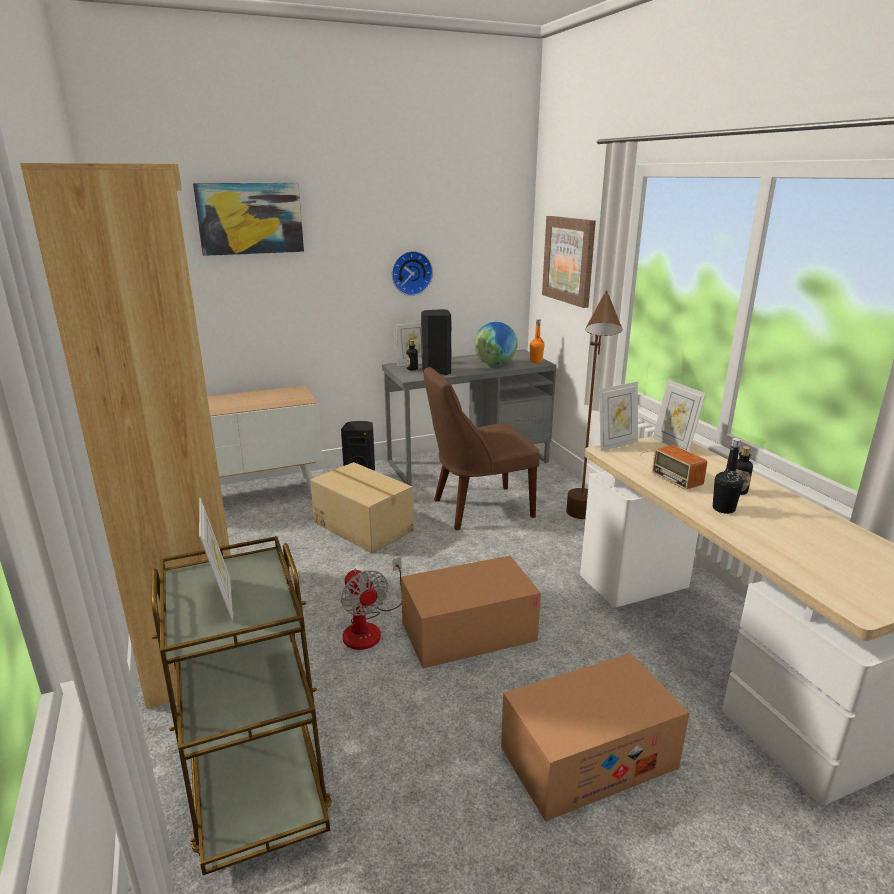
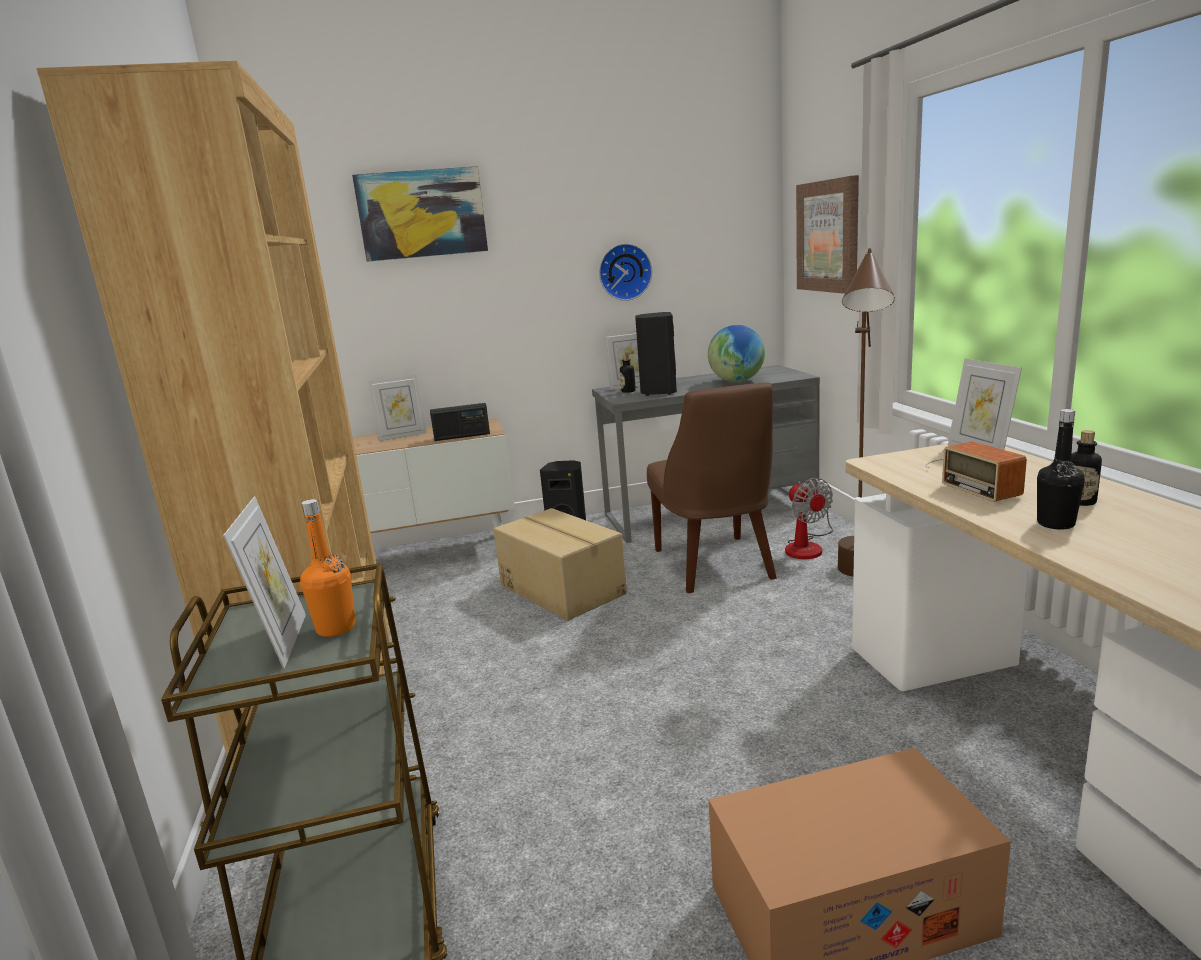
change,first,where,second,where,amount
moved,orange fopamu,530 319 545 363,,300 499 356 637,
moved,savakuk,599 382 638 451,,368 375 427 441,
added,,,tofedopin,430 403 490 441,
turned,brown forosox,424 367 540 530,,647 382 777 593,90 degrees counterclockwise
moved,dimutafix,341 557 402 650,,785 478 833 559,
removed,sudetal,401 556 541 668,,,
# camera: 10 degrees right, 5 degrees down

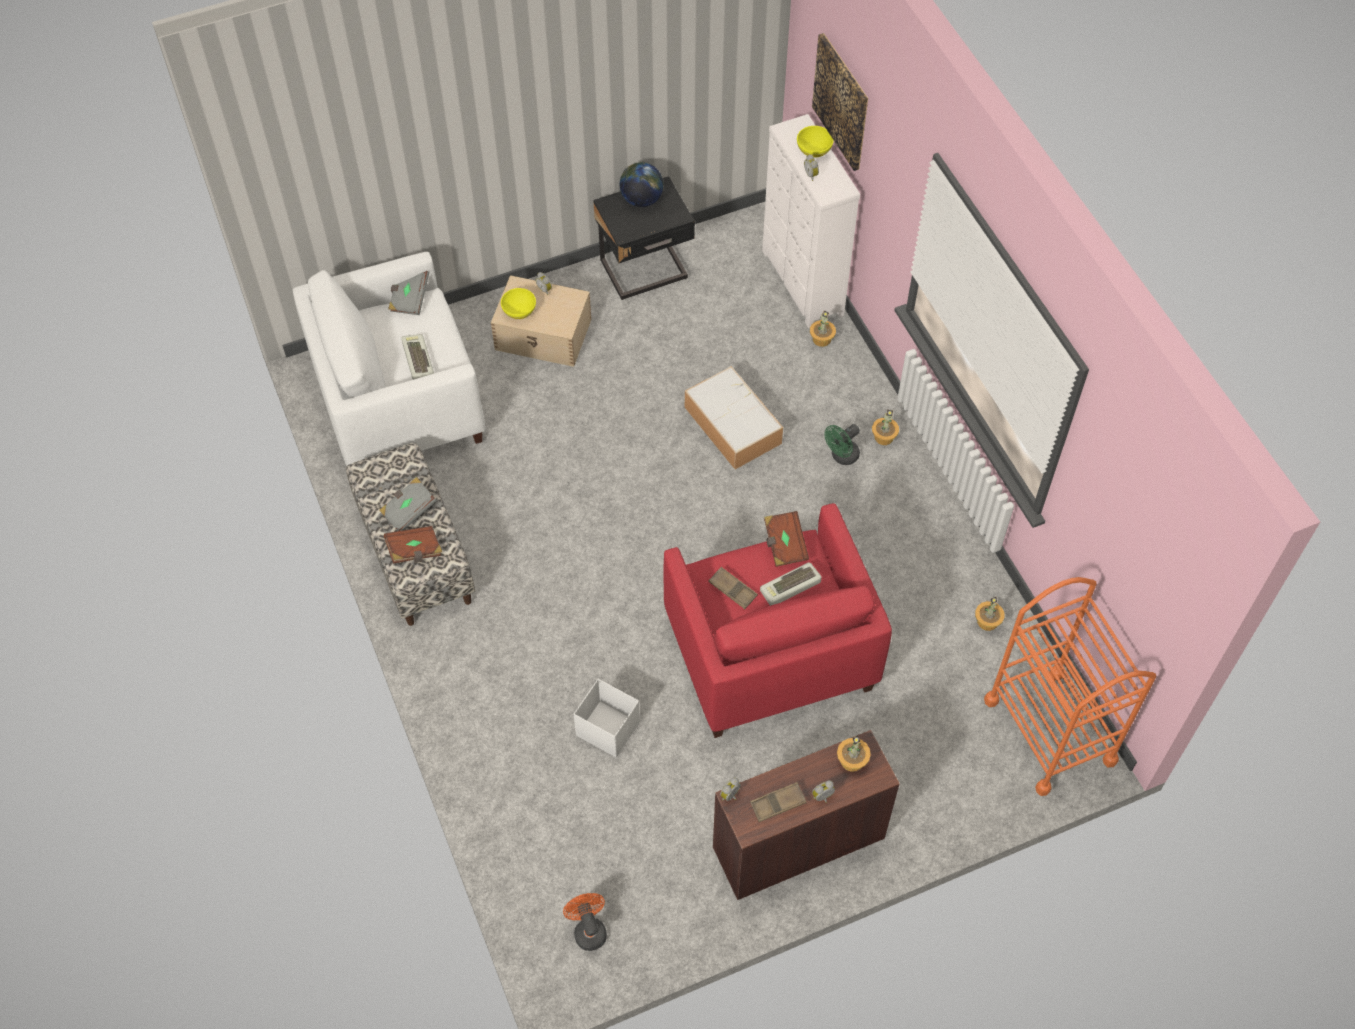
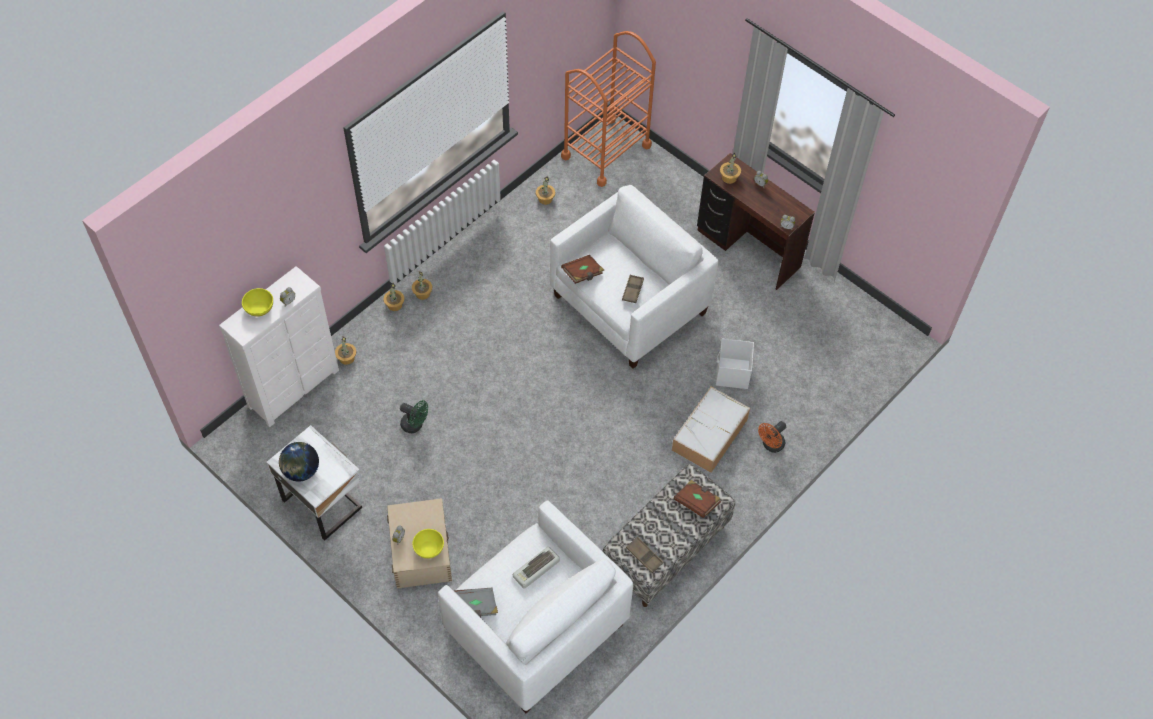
change,first,where,second,where,amount
recoloured,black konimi,593 176 695 300,white konimi,267 425 362 541,
added,,,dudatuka,384 283 404 311,
moved,green dimutafix,824 424 860 465,,400 400 428 433,
recoloured,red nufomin,664 503 892 738,white nufomin,550 185 718 369,
moved,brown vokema,750 782 807 822,,626 537 664 573,
moved,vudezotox,685 366 783 469,,672 387 750 473,
moved,orange dimutafix,563 893 607 951,,758 421 786 453,
removed,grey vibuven,379 477 437 531,,,
removed,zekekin,760 563 822 606,,,
removed,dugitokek,812 33 868 171,,,
# camera: 115 degrees left, 0 degrees up

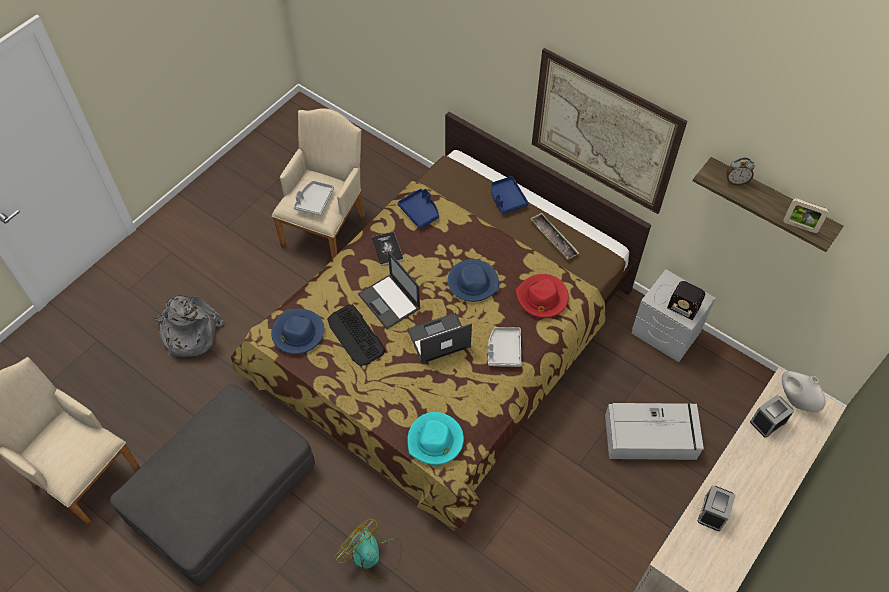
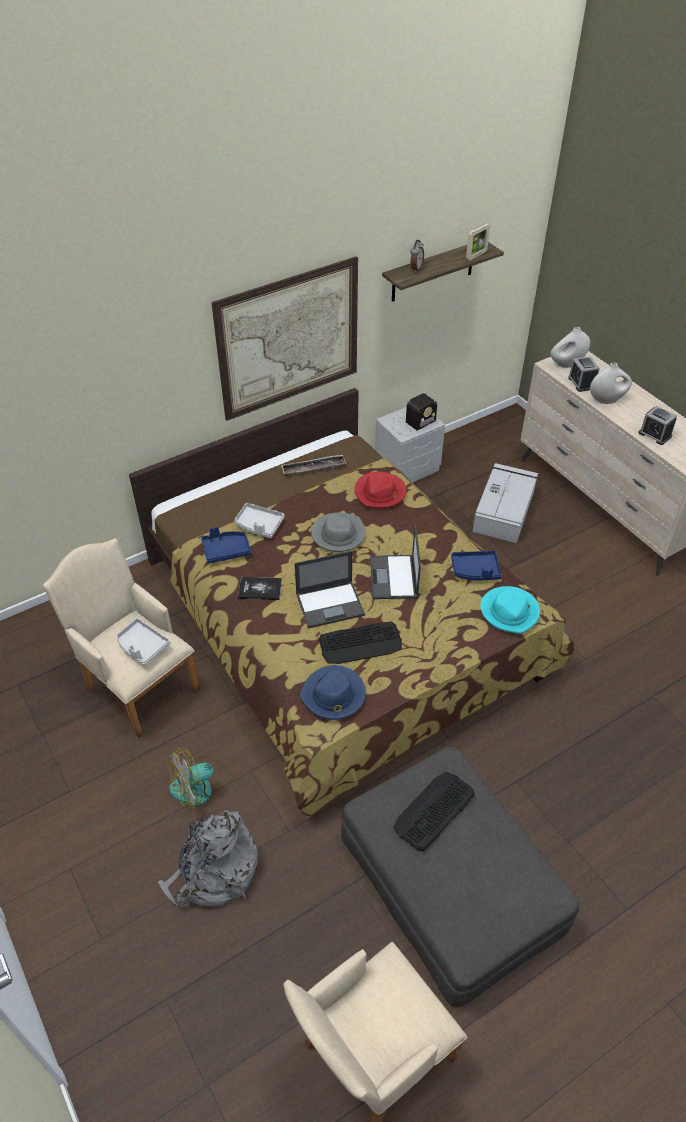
change,first,where,second,where,amount
moved,dimutafix,335 518 402 581,,169 748 232 808,
moved,grey vokema,488 327 521 367,,235 503 285 538,
recoloured,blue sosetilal,448 259 499 302,grey sosetilal,311 512 365 552,
added,,,zekekin,393 772 475 851,
moved,blue vokema,491 176 529 214,,451 550 502 581,
added,,,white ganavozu,590 363 632 404,
# camera: 70 degrees left, 10 degrees down

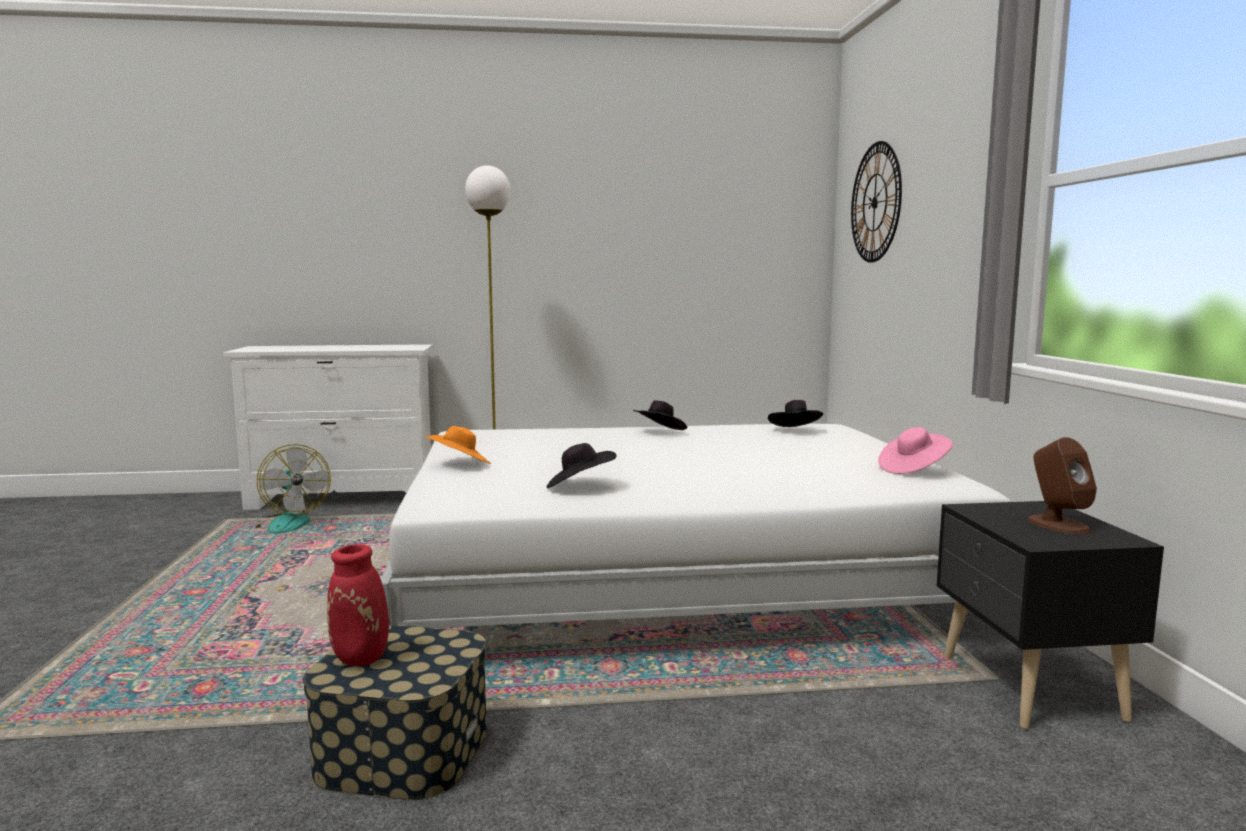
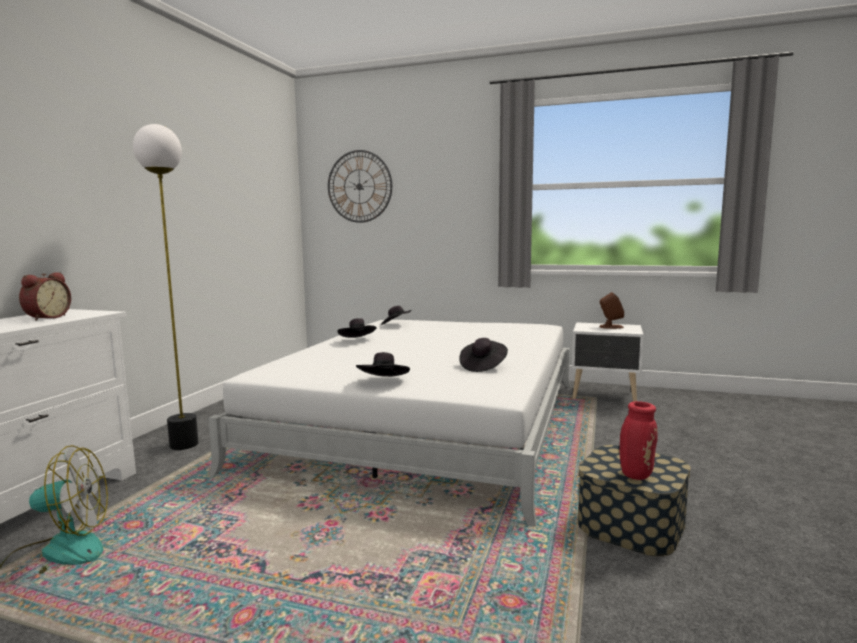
change,first,where,second,where,amount
added,,,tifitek,19 272 71 321,
recoloured,orange sosetilal,425 426 491 464,black sosetilal,356 352 410 377,
recoloured,black konimi,937 501 1164 729,white konimi,572 322 644 402,
removed,pink sosetilal,878 427 953 474,,,
# camera: 65 degrees left, 0 degrees up

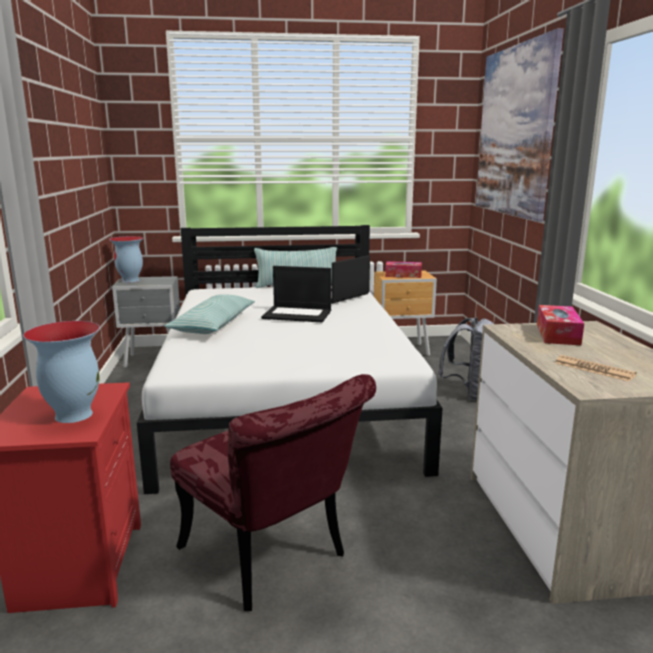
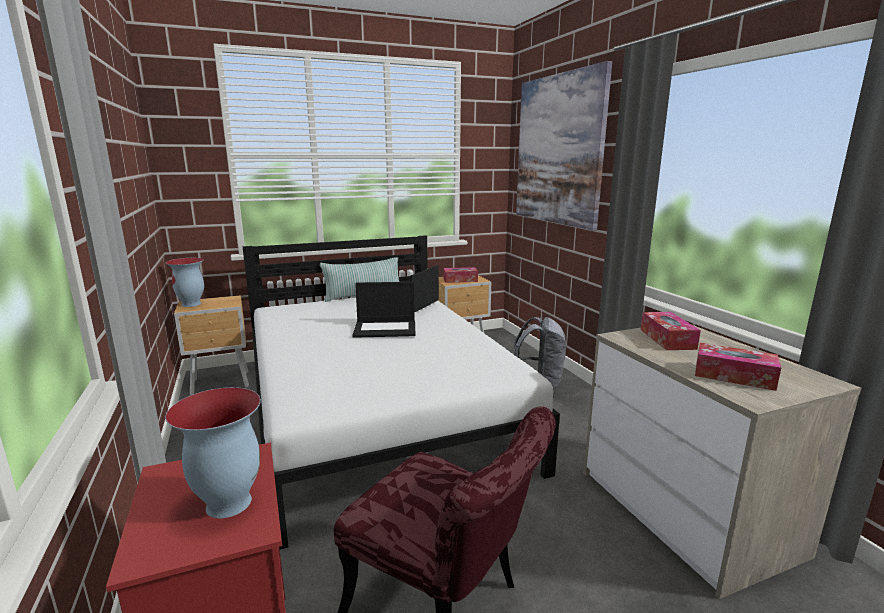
change,first,where,second,where,amount
recoloured,grey konimi,112 276 180 368,brown konimi,174 295 249 395,
replaced,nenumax,555 355 637 382,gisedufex,695 343 781 391,
removed,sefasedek,164 294 255 334,,,
# camera: 15 degrees left, 0 degrees up

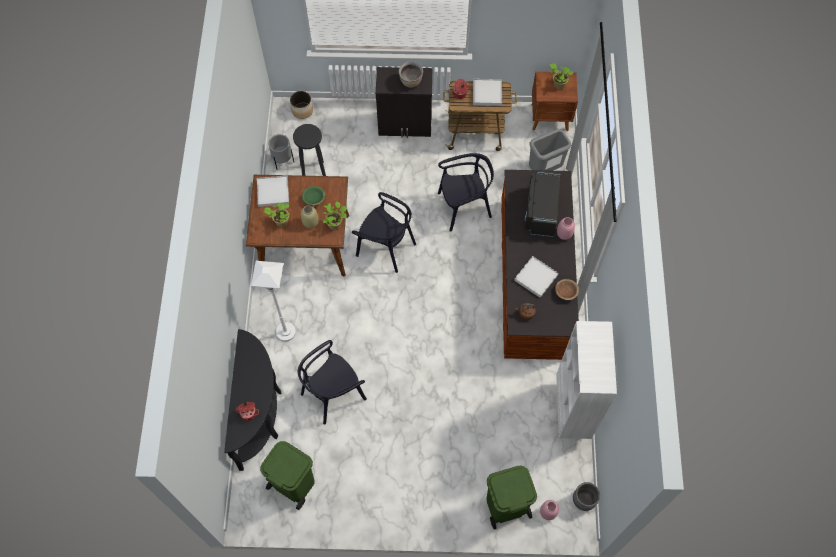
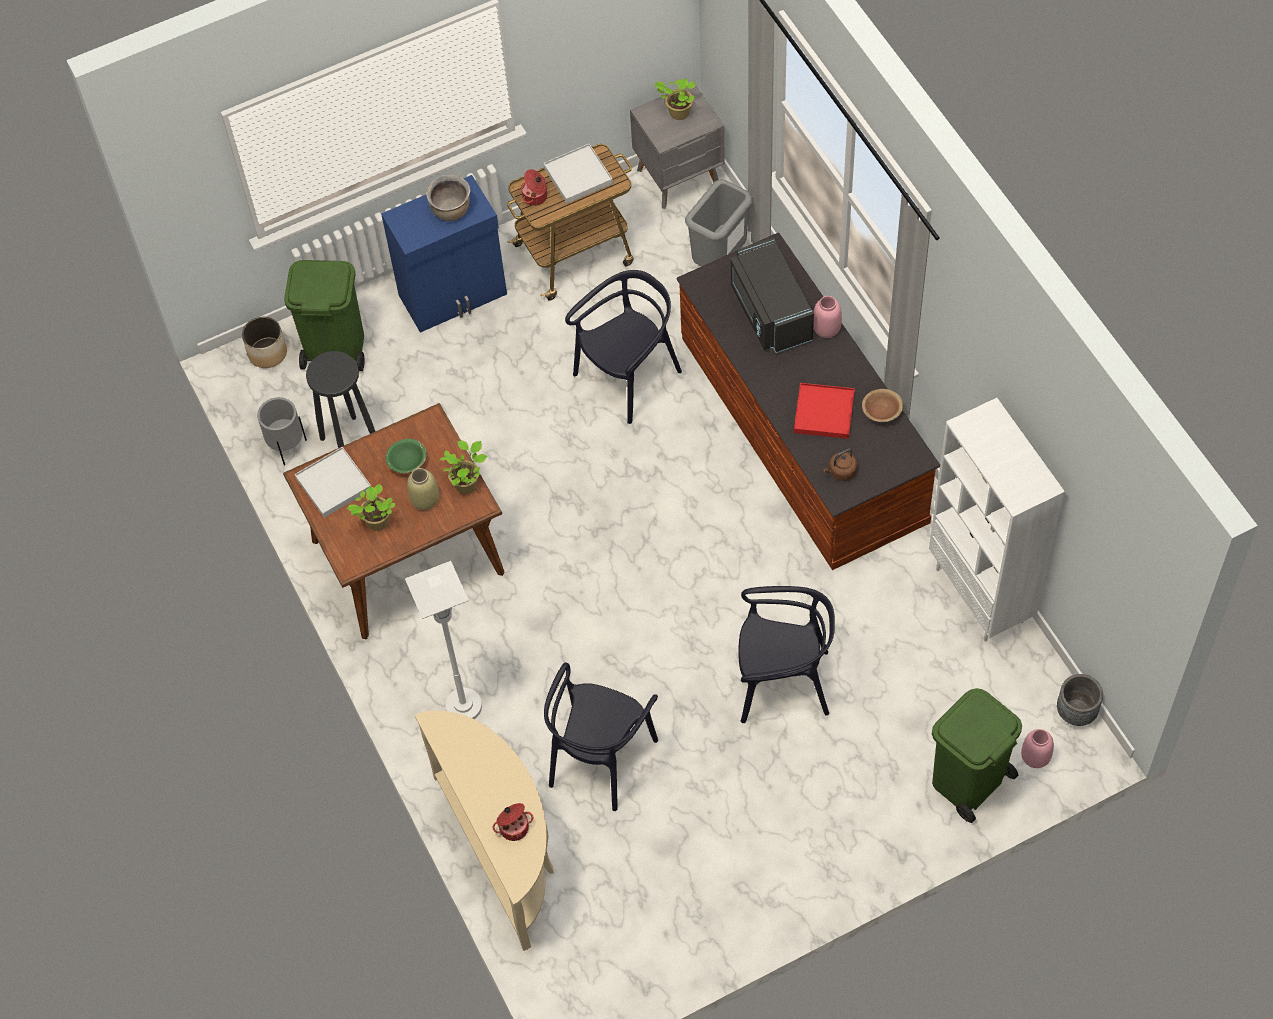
change,first,where,second,where,amount
moved,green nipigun,260 441 315 510,,284 260 364 371,
recoloured,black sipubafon,376 67 432 138,blue sipubafon,381 175 507 333,
recoloured,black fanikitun,224 329 282 471,beige fanikitun,415 711 554 951,
recoloured,brown konimi,532 72 578 131,grey konimi,630 85 725 209,
moved,black forosox,352 192 416 273,,738 586 835 723,
recoloured,white vokema,514 256 559 298,red vokema,794 383 855 439,
# camera: 25 degrees left, 5 degrees down

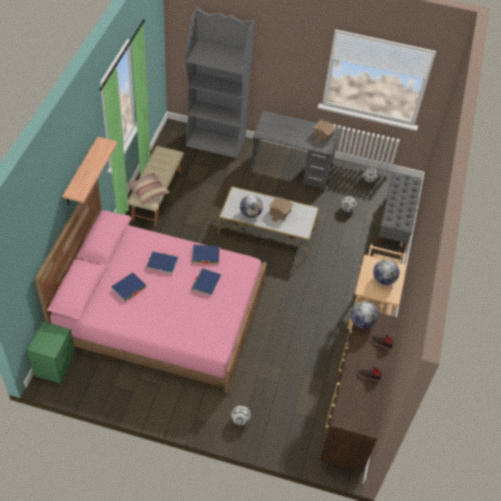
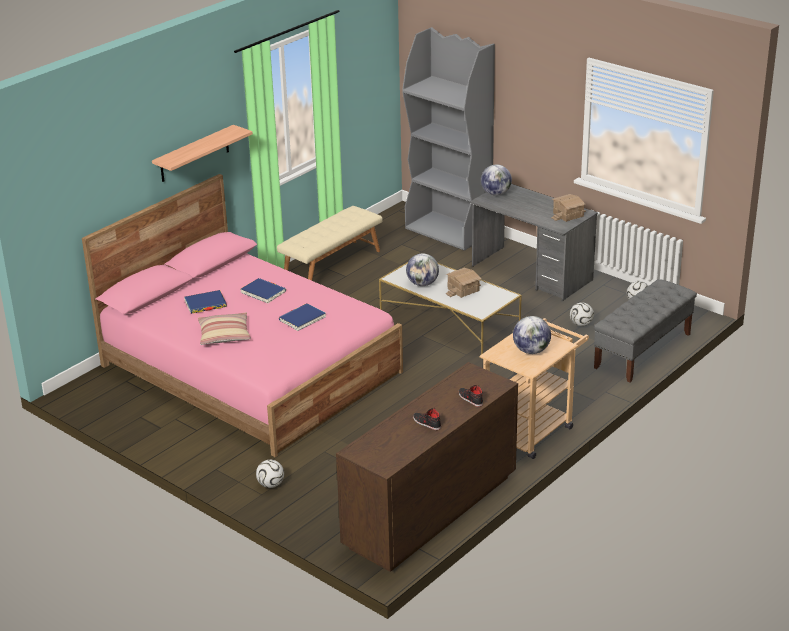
change,first,where,second,where,amount
moved,sefasedek,127 172 170 205,,198 313 251 345,
moved,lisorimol,350 301 378 329,,481 164 512 196,
removed,green konimi,27 321 75 384,,,
removed,blue vibuven,192 245 220 264,,,
# camera: 30 degrees right, 20 degrees down

